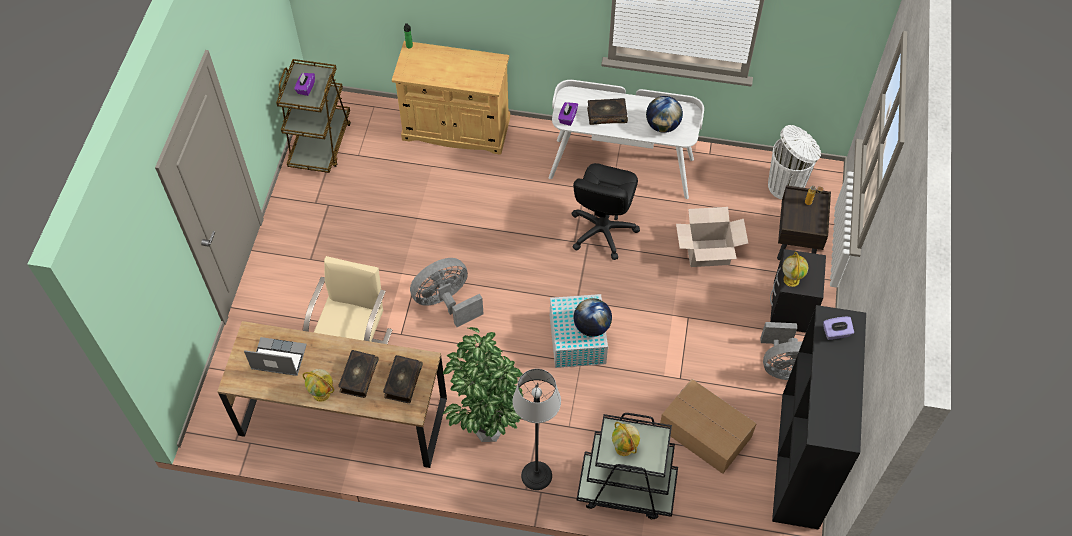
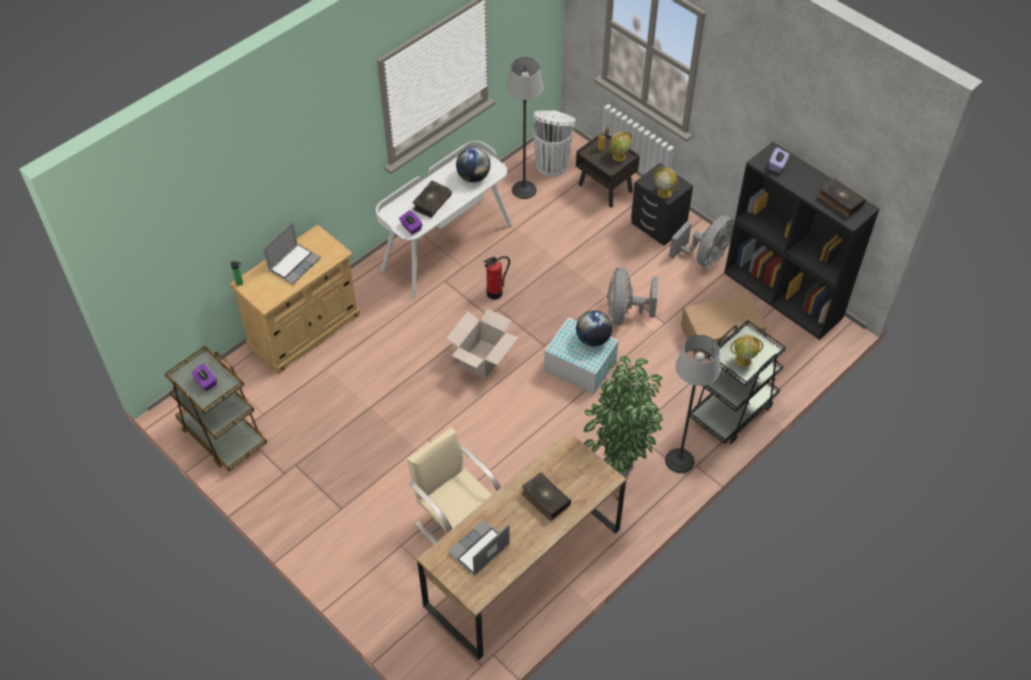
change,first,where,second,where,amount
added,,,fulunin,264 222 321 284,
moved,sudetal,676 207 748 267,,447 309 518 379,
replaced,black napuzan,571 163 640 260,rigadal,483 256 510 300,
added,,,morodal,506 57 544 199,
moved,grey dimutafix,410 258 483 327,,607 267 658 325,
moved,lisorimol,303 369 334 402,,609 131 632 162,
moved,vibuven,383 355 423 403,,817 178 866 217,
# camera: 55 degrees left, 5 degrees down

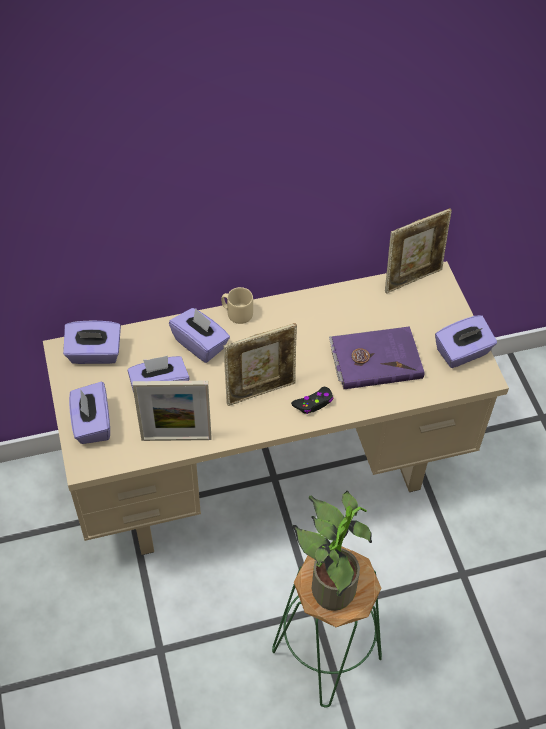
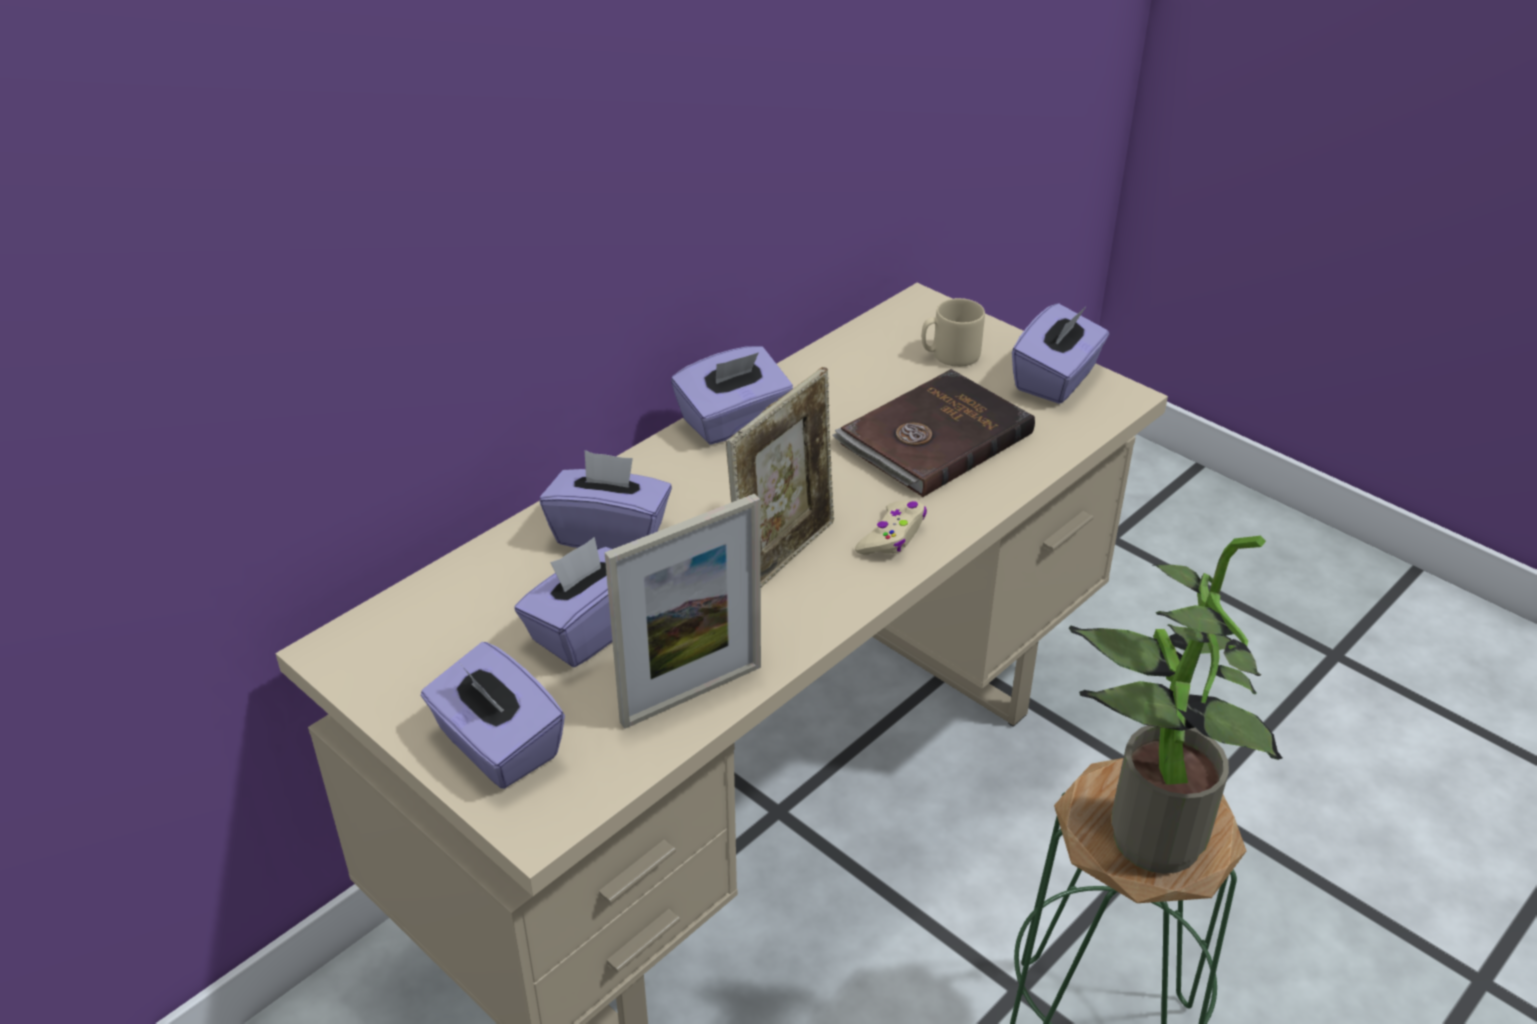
change,first,where,second,where,amount
moved,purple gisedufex,63 320 121 364,,671 346 793 445,
recoloured,purple vibuven,329 326 425 389,brown vibuven,832 369 1035 497,
recoloured,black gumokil,291 387 333 414,beige gumokil,855 501 927 555,
moved,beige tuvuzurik,221 287 253 324,,922 298 985 367,
removed,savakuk,385 208 452 294,,,
# camera: 30 degrees left, 15 degrees down

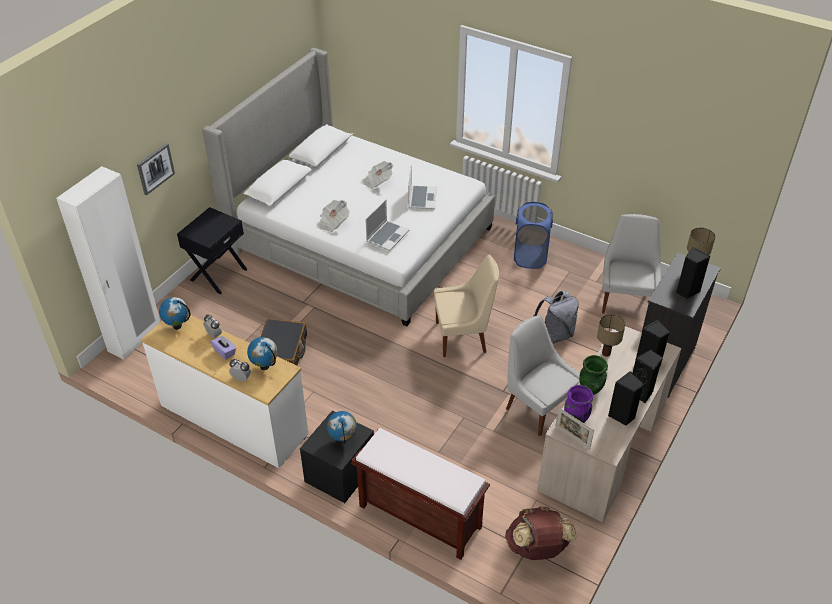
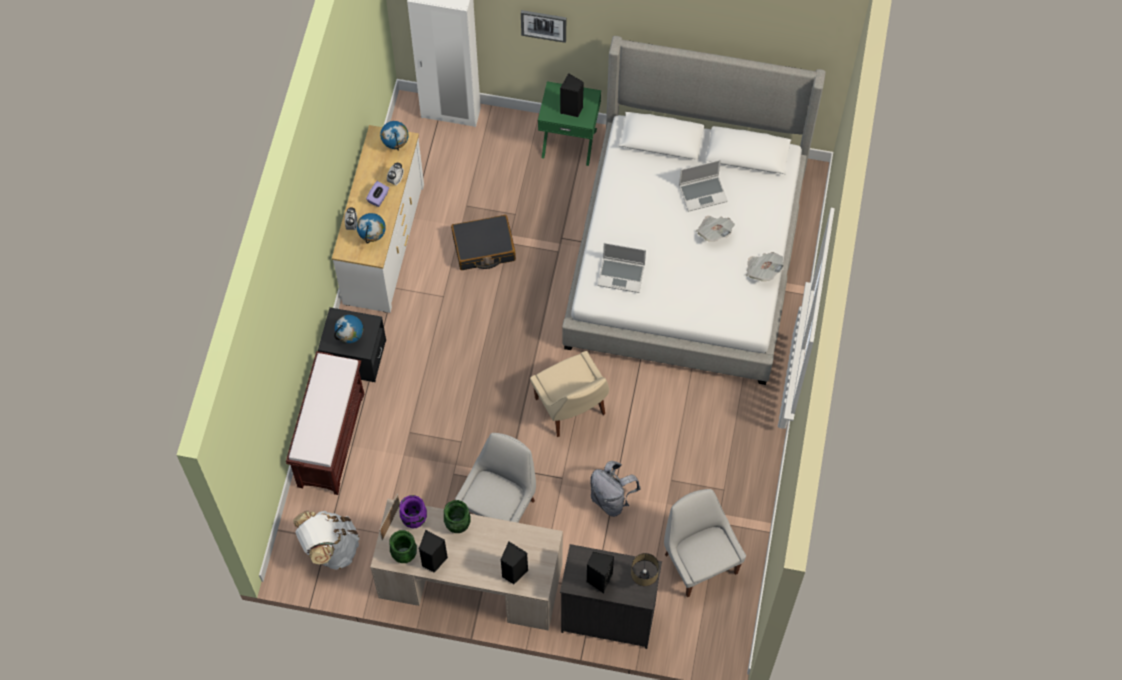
change,first,where,second,where,amount
recoloured,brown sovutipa,505 507 576 560,white sovutipa,293 511 360 570,
added,,,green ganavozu,389 530 417 563,
recoloured,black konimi,177 207 248 294,green konimi,538 81 601 166,
moved,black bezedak,632 350 663 404,,560 73 584 117,
turned,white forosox,602 214 661 314,,664 489 746 597,105 degrees counterclockwise
moved,fulunin,408 165 437 209,,679 160 728 212,
moved,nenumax,317 200 349 232,,746 252 784 282,
removed,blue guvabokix,514 202 553 269,,,
removed,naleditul,597 315 625 357,,,
# camera: 70 degrees right, 20 degrees up

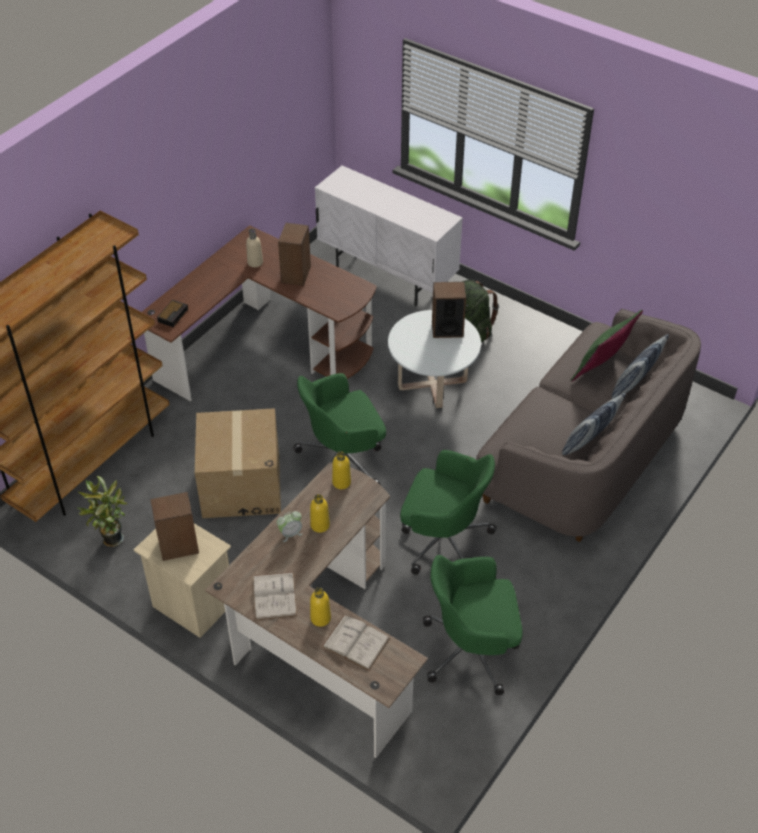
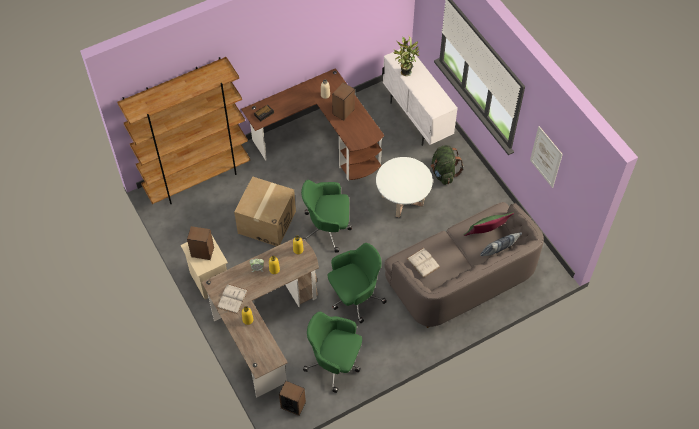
change,first,where,second,where,amount
moved,bezedak,432 282 466 338,,279 381 306 416,
turned,green napuzan,400 450 496 575,,327 243 387 323,75 degrees counterclockwise
moved,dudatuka,77 476 127 547,,393 36 419 76,
moved,white vibuven,322 615 390 671,,407 248 440 278,
added,,,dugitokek,530 126 563 188,
removed,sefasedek,562 393 626 455,,,
# camera: 25 degrees right, 10 degrees up

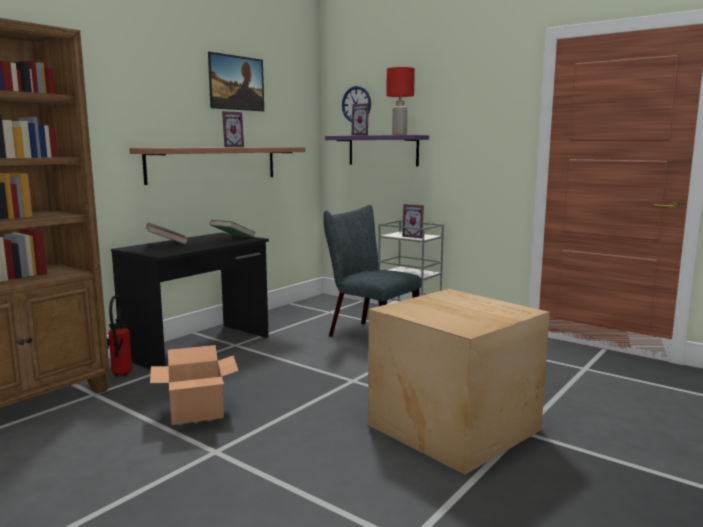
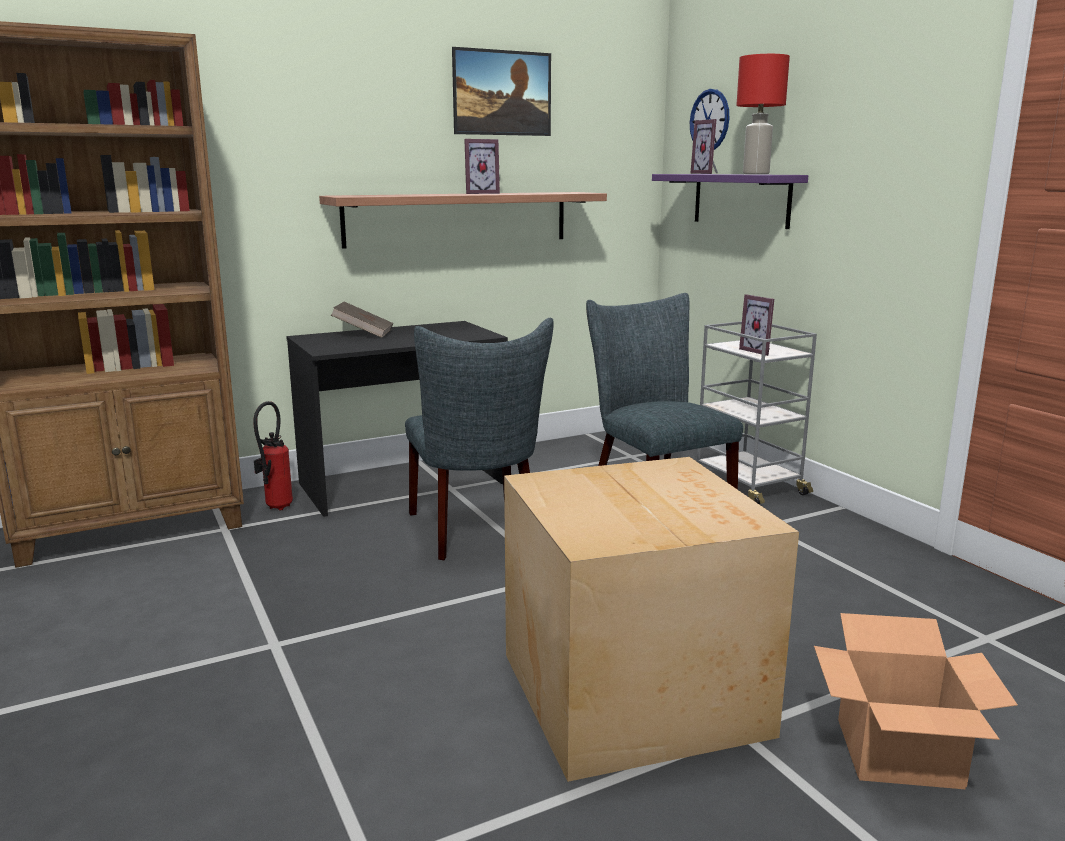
change,first,where,second,where,amount
added,,,grey forosox,405 318 554 560,
moved,sudetal,150 345 239 425,,814 613 1018 789,
removed,green vibuven,210 220 256 238,,,
# camera: 25 degrees right, 5 degrees up

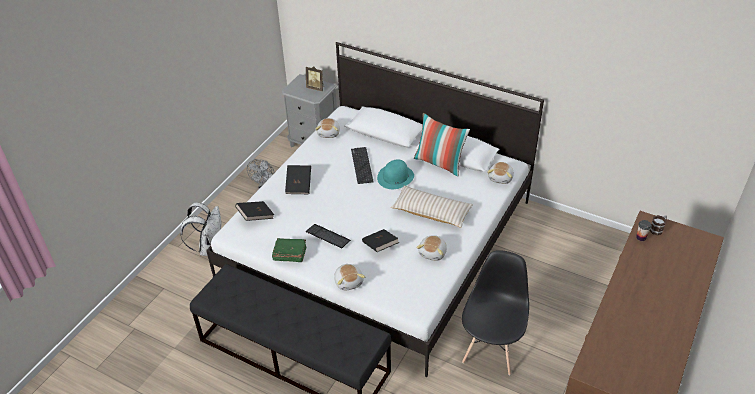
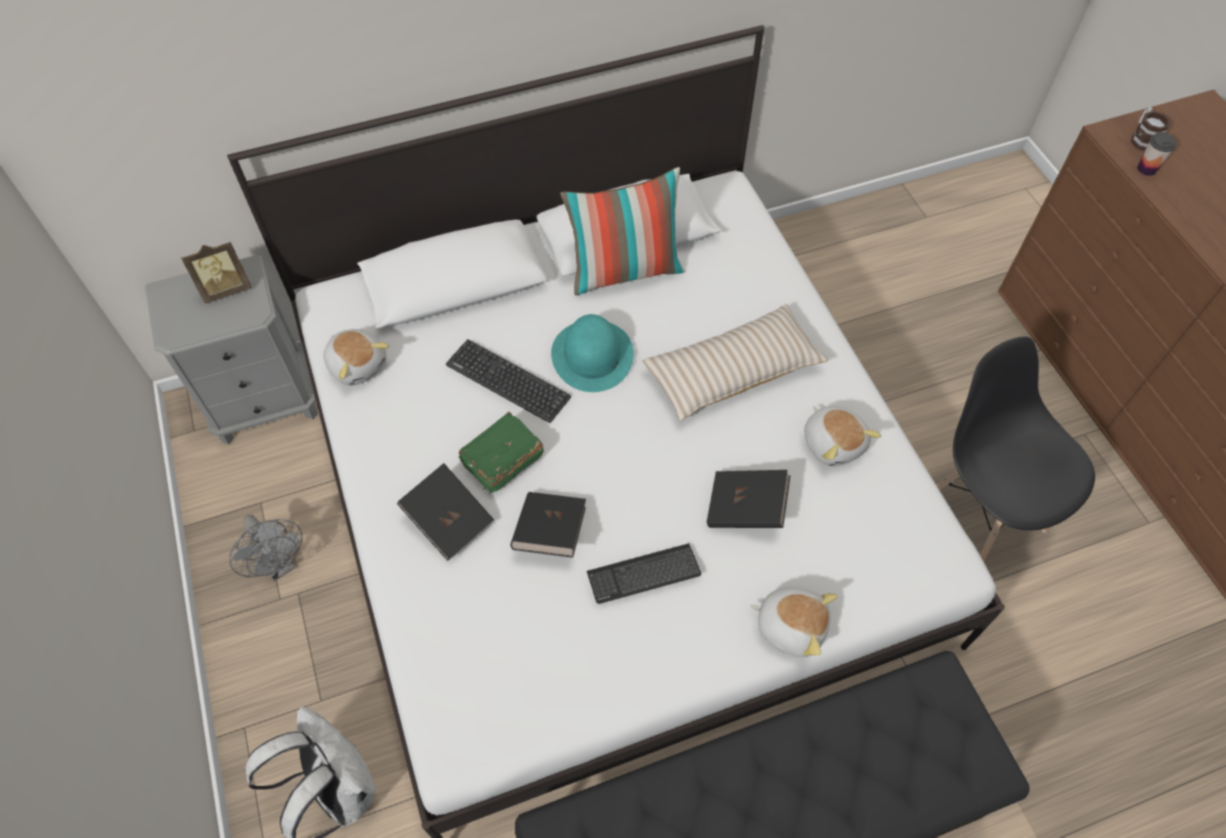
change,first,where,second,where,amount
moved,green vibuven,272 238 306 262,,458 412 544 493,
moved,black vibuven,236 201 274 221,,510 492 586 558,
removed,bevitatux,487 162 514 184,,,
# camera: 50 degrees left, 15 degrees up

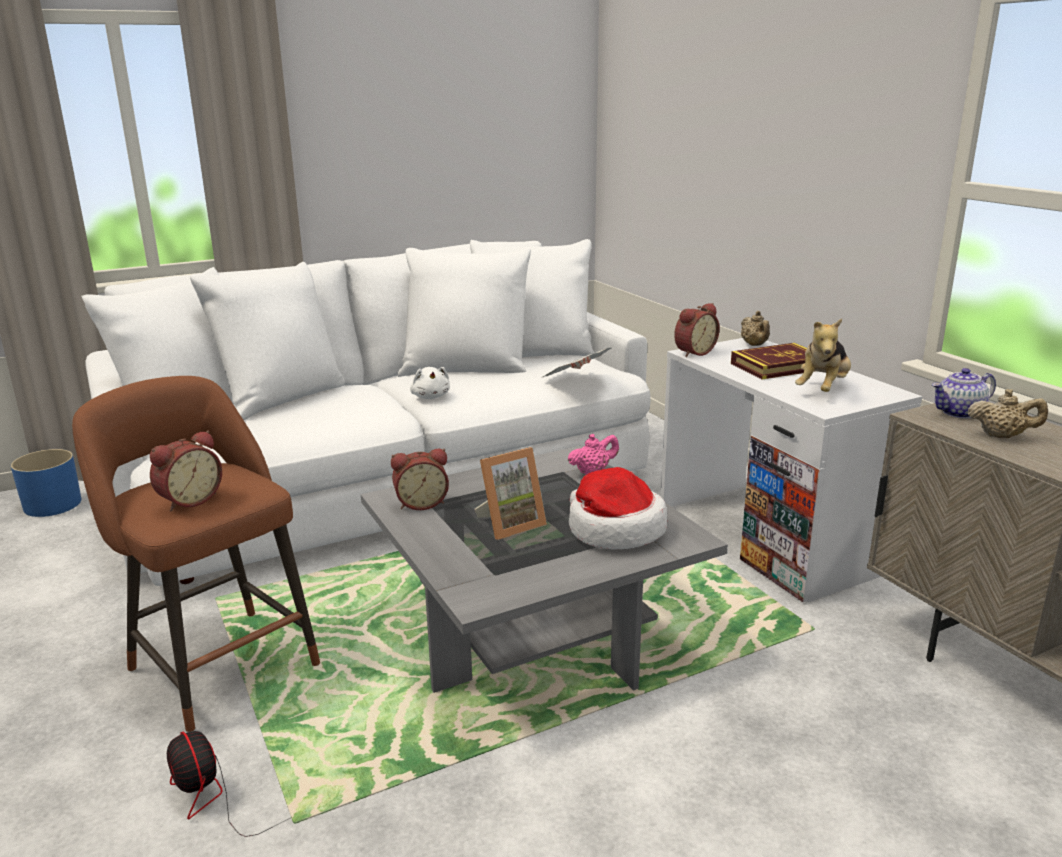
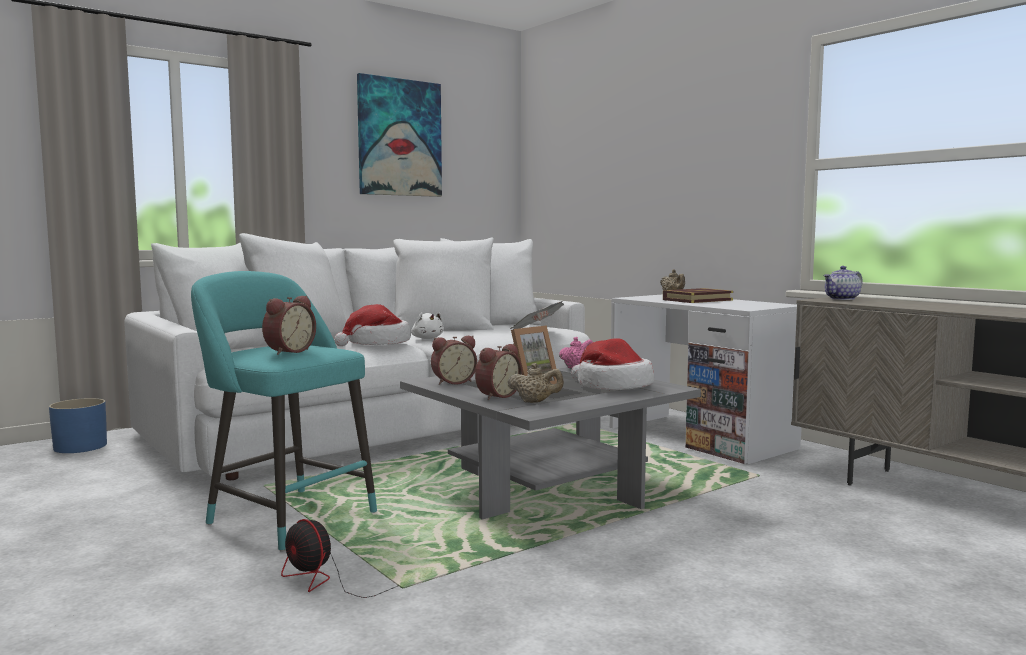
change,first,where,second,where,amount
recoloured,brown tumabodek,72 376 320 732,turquoise tumabodek,191 271 377 552,
added,,,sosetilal,334 304 411 346,
added,,,dugitokek,357 73 442 197,
moved,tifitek,674 303 720 357,,475 344 522 400,
moved,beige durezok,968 389 1048 438,,508 363 564 403,
removed,bevitatux,795 319 851 392,,,
# camera: 10 degrees left, 15 degrees down

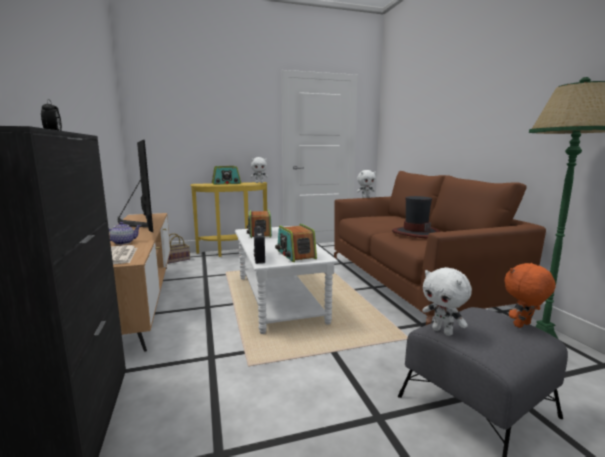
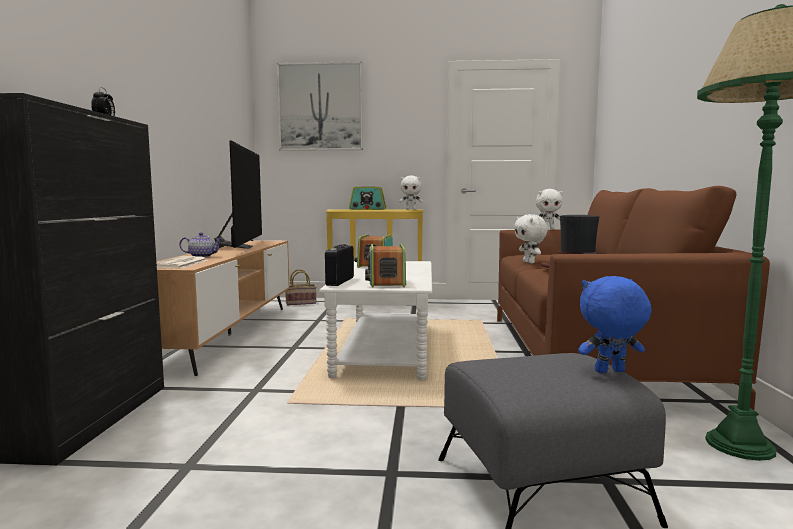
change,first,where,second,where,amount
added,,,dugitokek,277 61 363 151,
moved,white bevitatux,422 267 472 336,,514 214 548 263,
recoloured,orange bevitatux,505 263 556 328,blue bevitatux,578 276 652 373,
# camera: 20 degrees right, 5 degrees down

